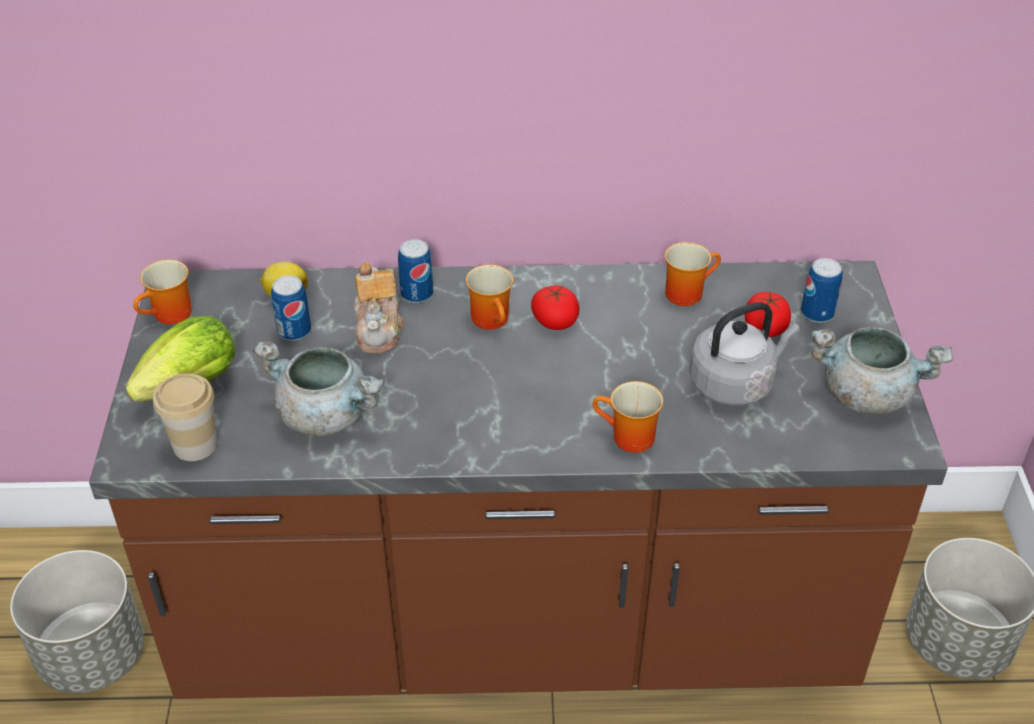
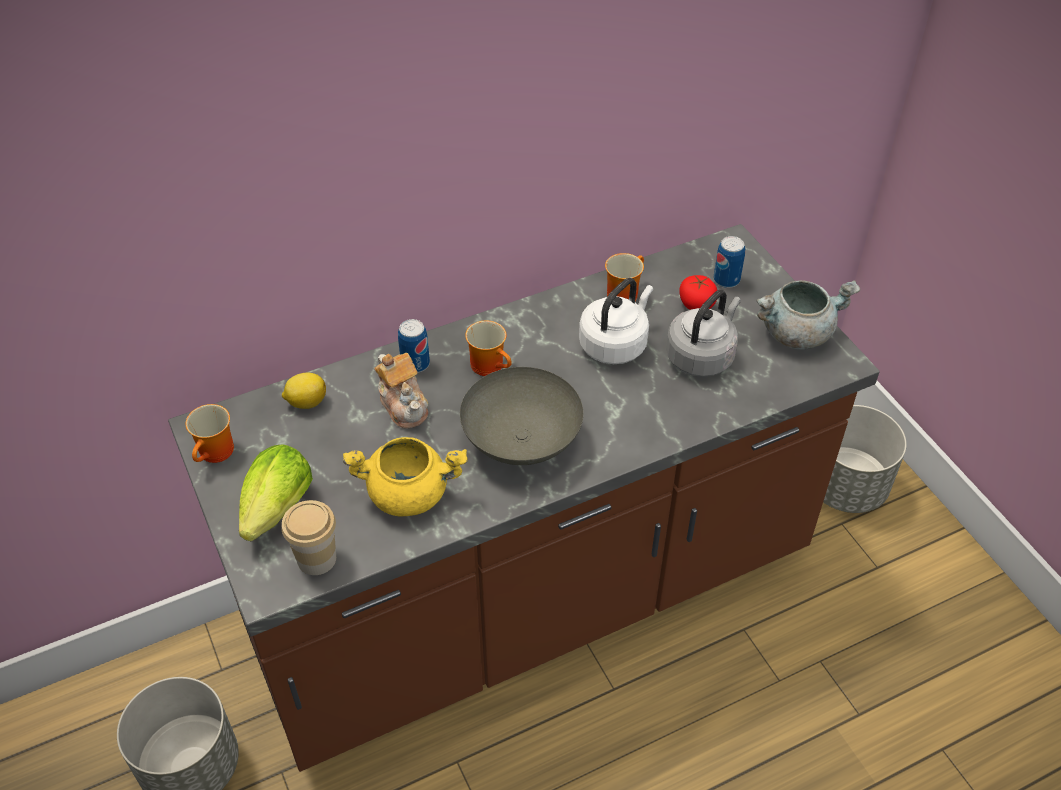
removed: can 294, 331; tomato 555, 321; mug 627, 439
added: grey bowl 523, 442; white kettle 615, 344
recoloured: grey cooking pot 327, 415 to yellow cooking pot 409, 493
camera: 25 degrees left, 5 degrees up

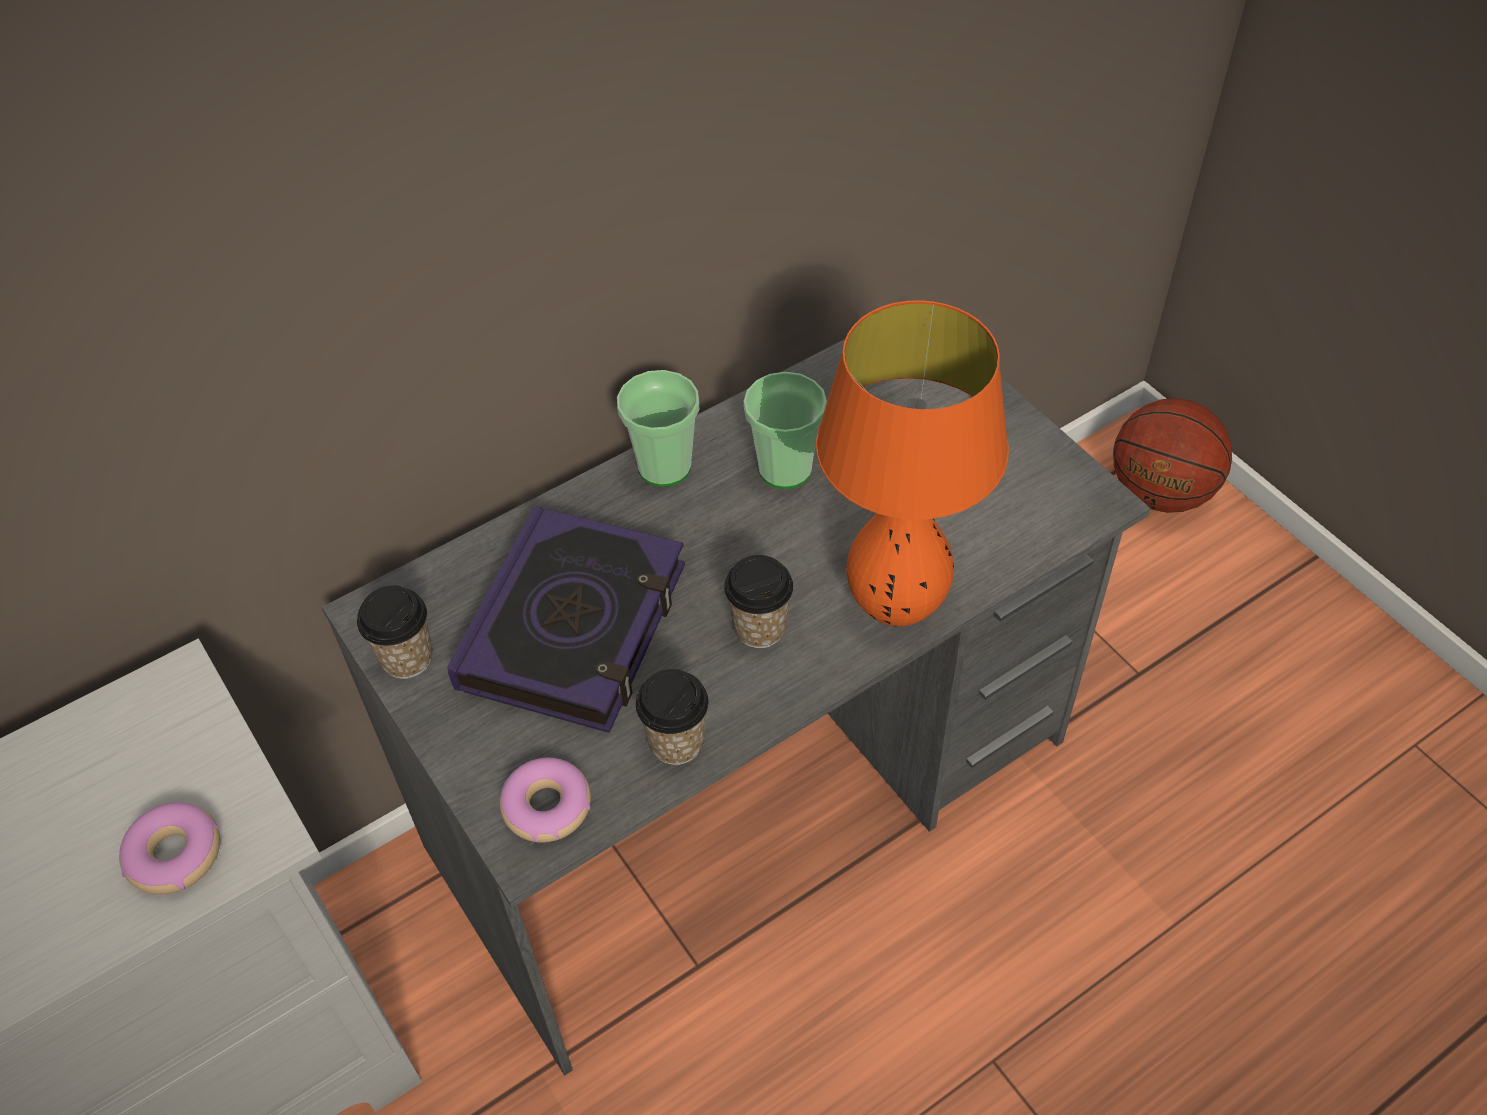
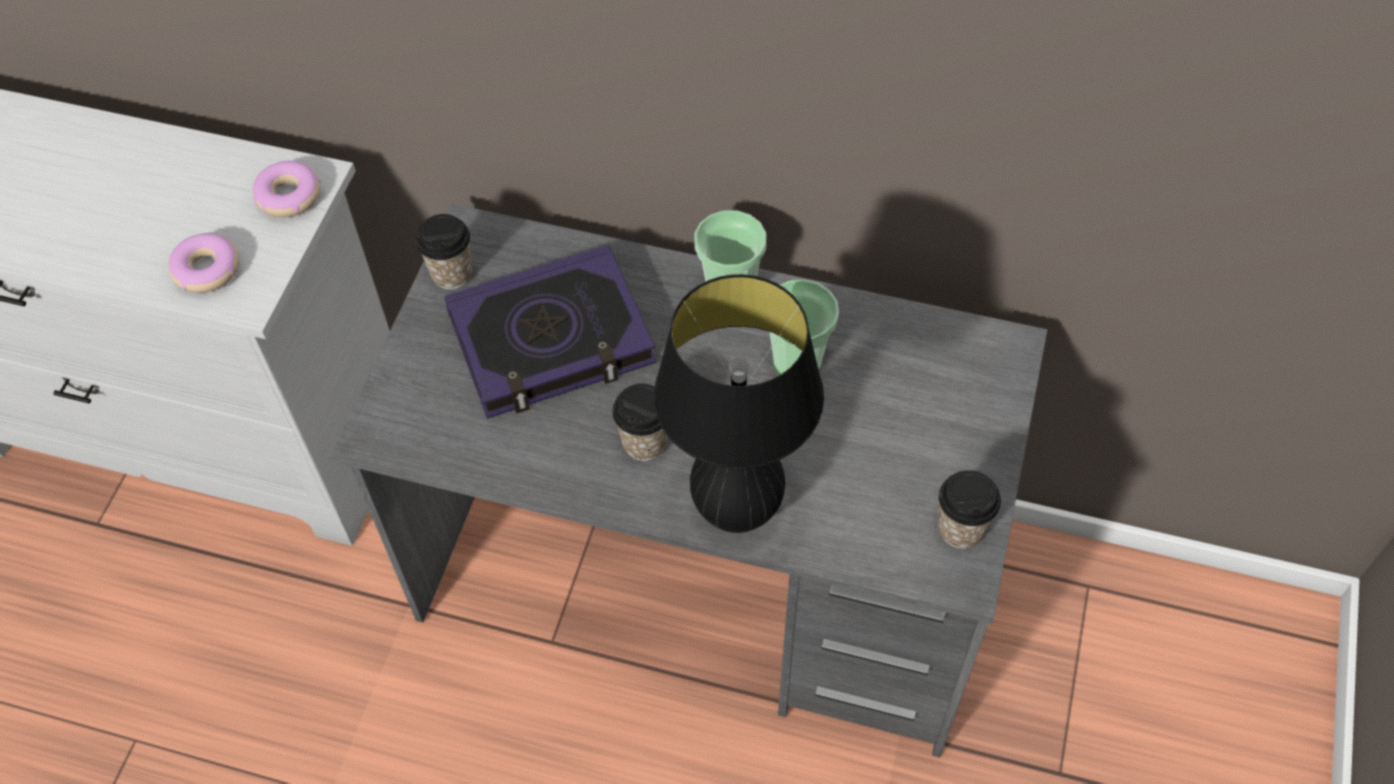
removed: basketball 1160, 492
moved: donut 547, 807 to 288, 196; cup 676, 742 to 961, 529
recoloured: orange table lamp 896, 607 to black table lamp 737, 511
camera: 50 degrees right, 5 degrees up

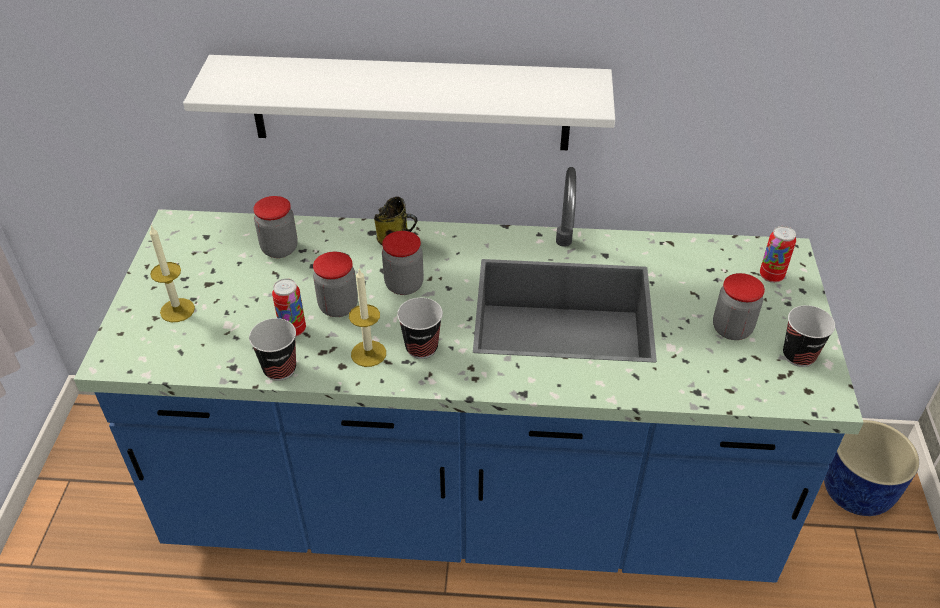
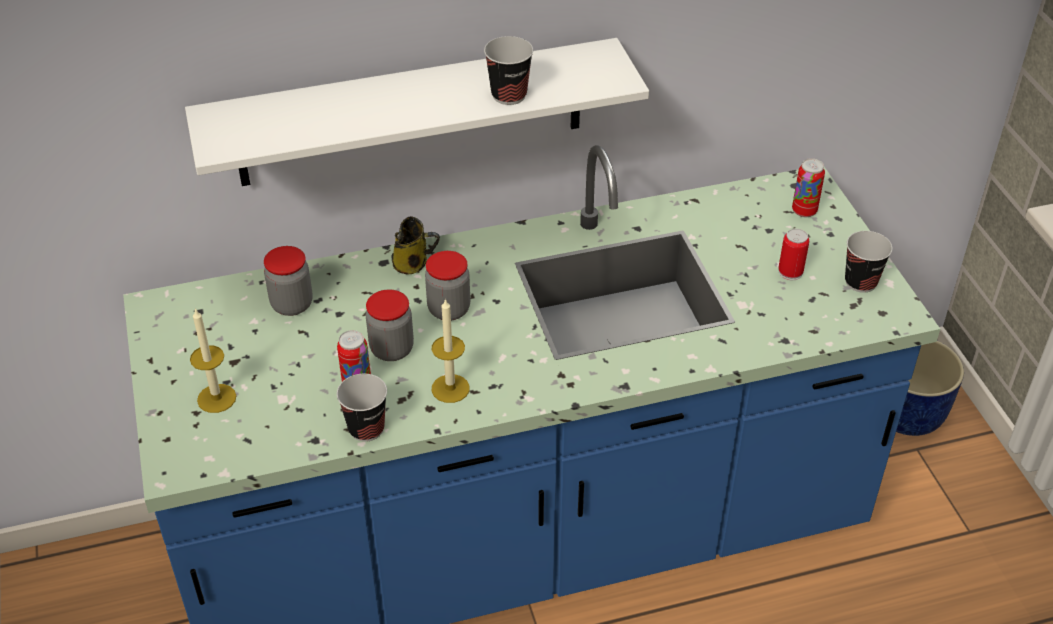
moved: cup 421, 347 to 509, 95
replaced: jar 732, 329 to can 790, 272
camera: 20 degrees left, 0 degrees up

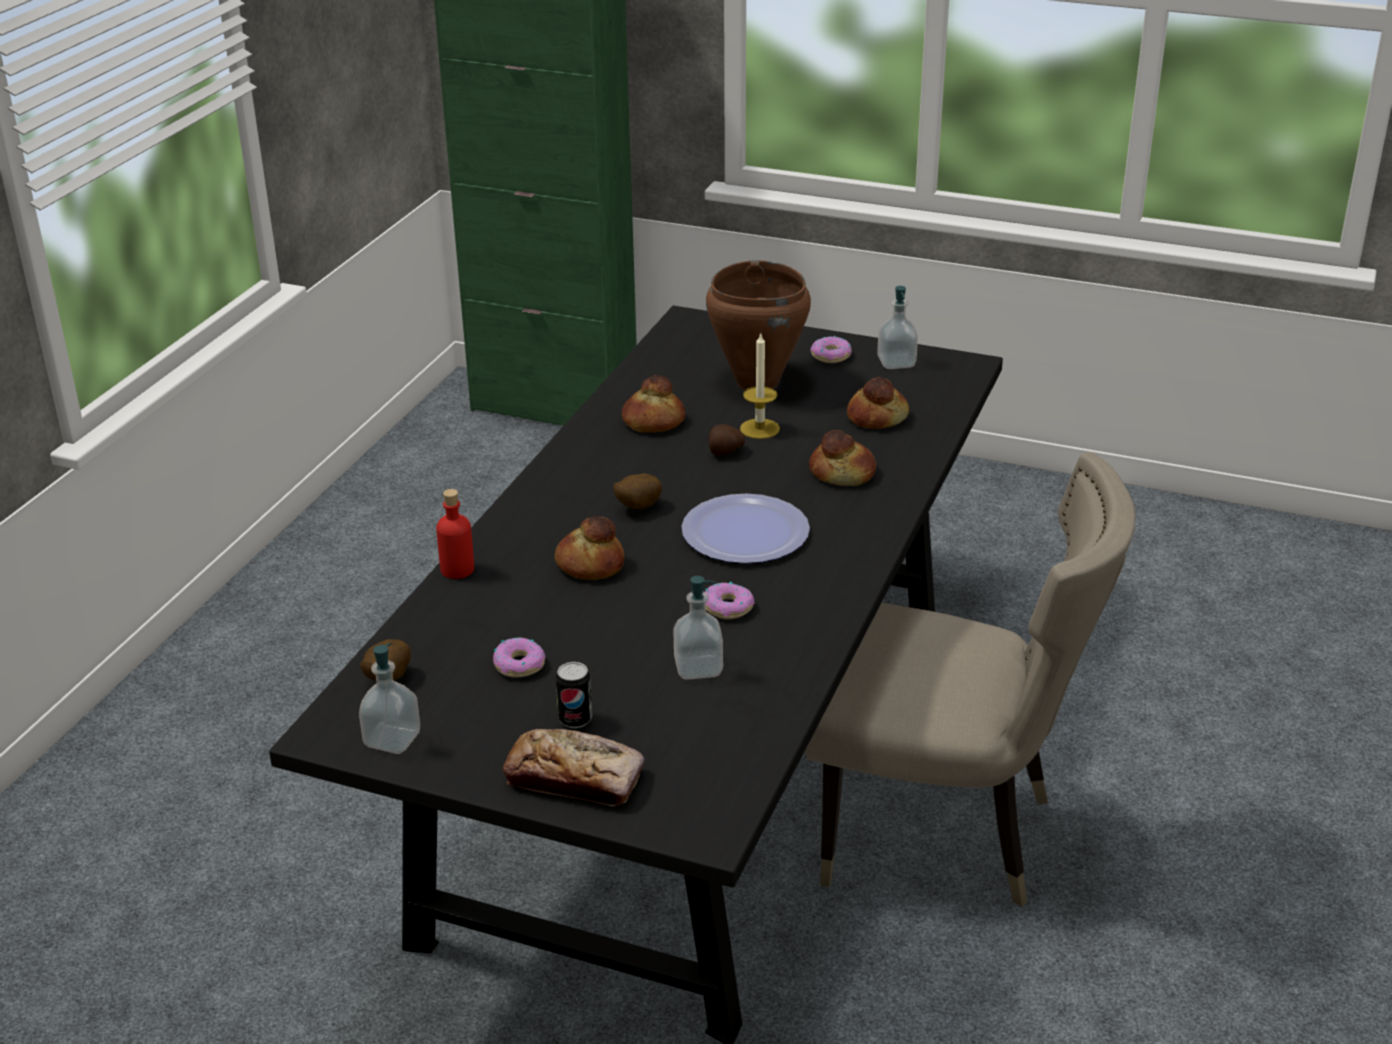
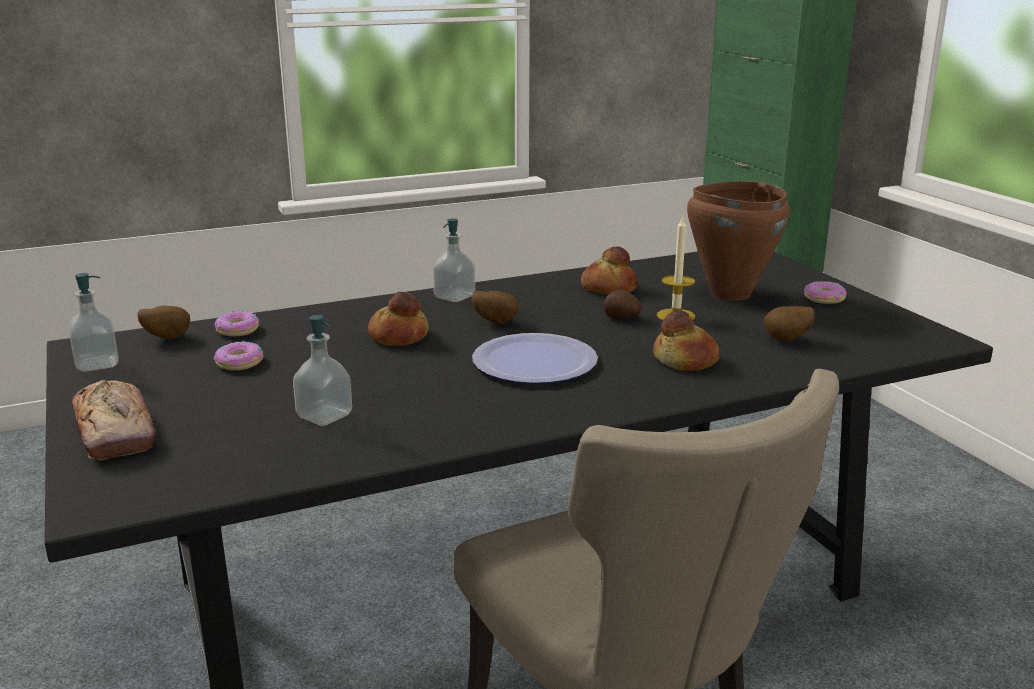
removed: red bottle 457, 569; can 575, 719
moved: donut 727, 607 to 238, 330; soap dispenser 896, 362 to 454, 297
replaced: bread 876, 417 to potato 787, 341
camera: 45 degrees right, 10 degrees down

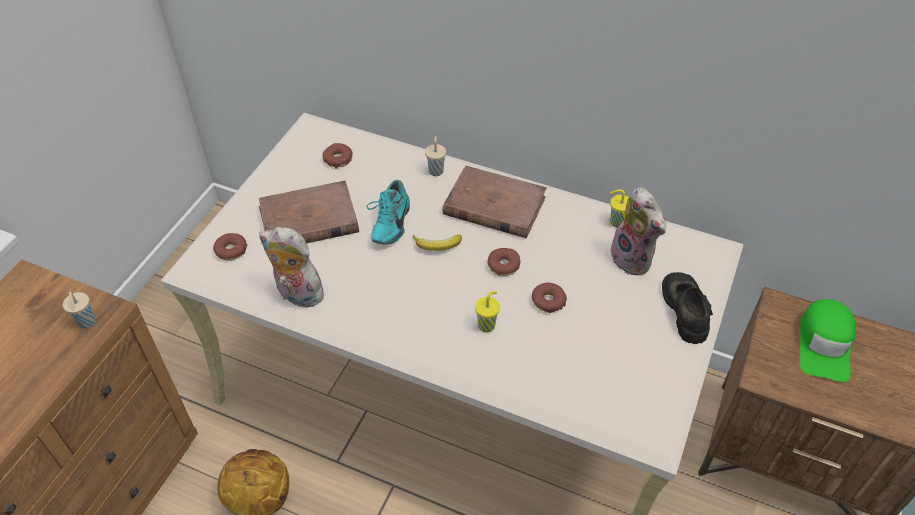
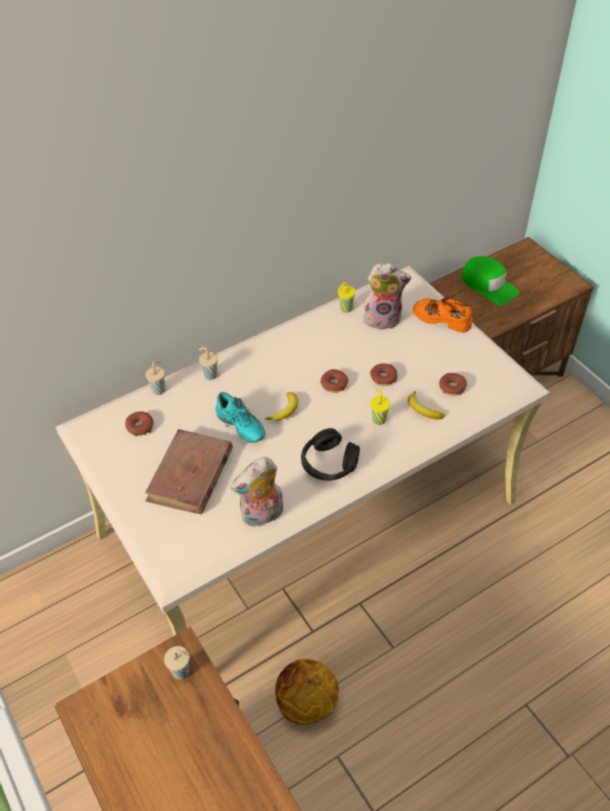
removed: brown book 493, 206
added: beige cup 159, 389; black headphones 328, 463; banana 423, 410
moved: donut 231, 250 to 452, 387
recoloured: black shoe 686, 310 to orange shoe 442, 318
camera: 55 degrees left, 0 degrees up

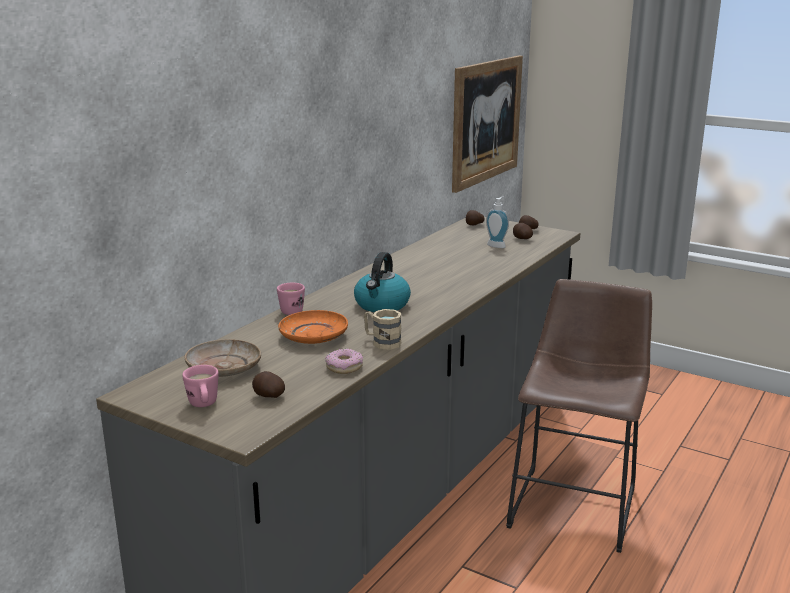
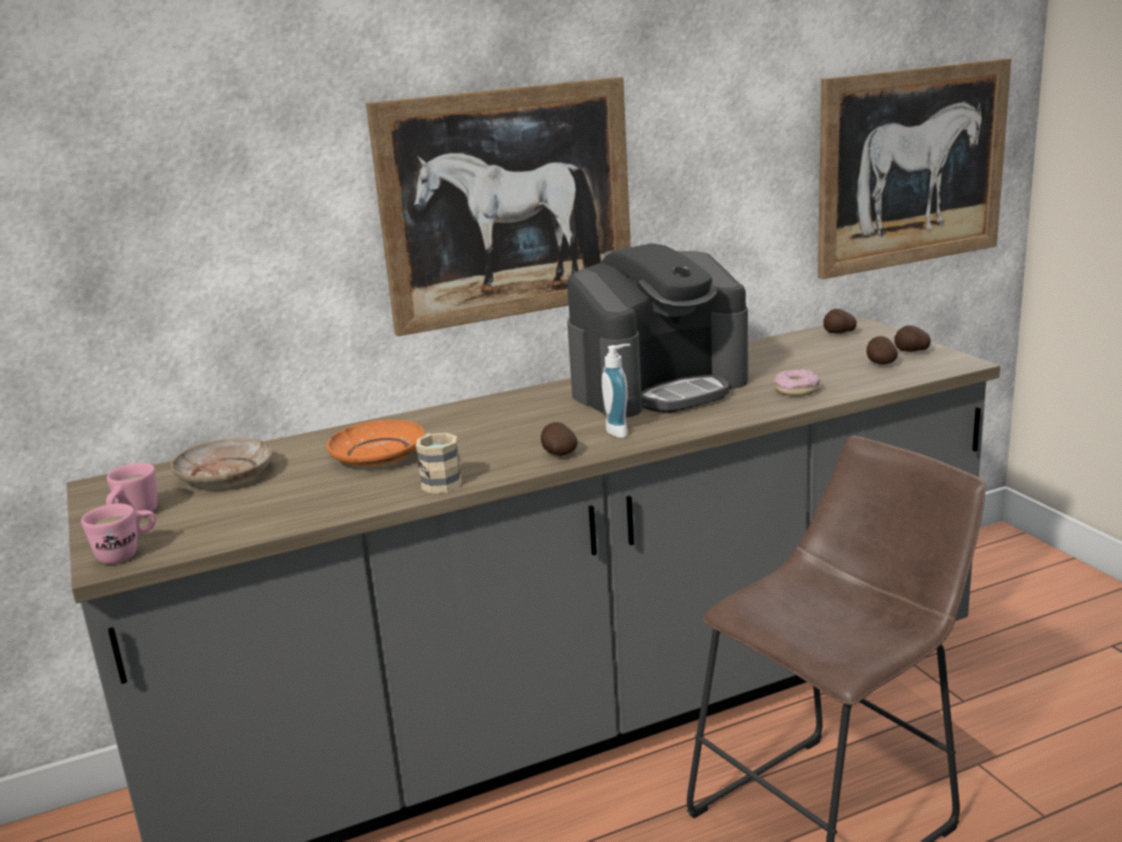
removed: kettle 382, 305
added: picture 507, 204; coffee machine 659, 387
moved: pink mug 294, 310 to 127, 553; potato 268, 396 to 558, 454; soap dispenser 497, 245 to 620, 431; donut 344, 367 to 796, 390
camera: 35 degrees right, 0 degrees up

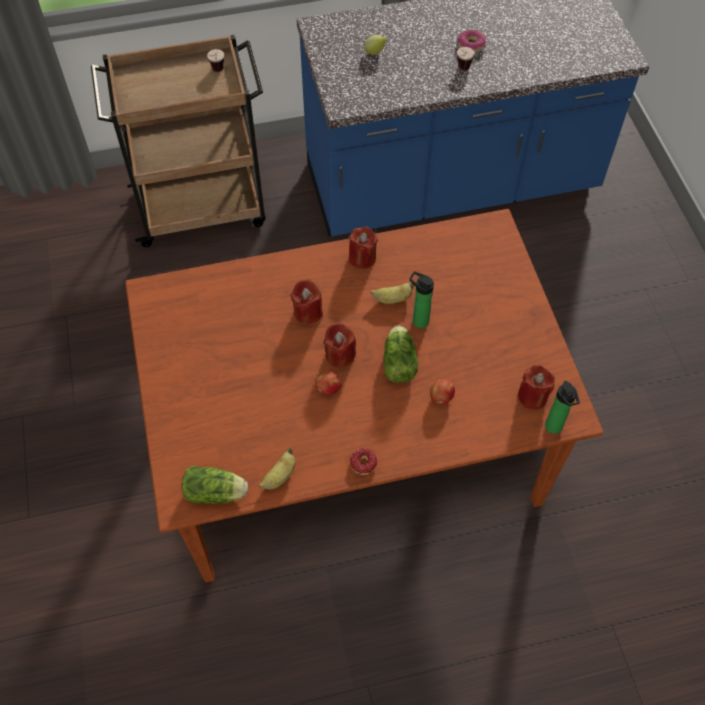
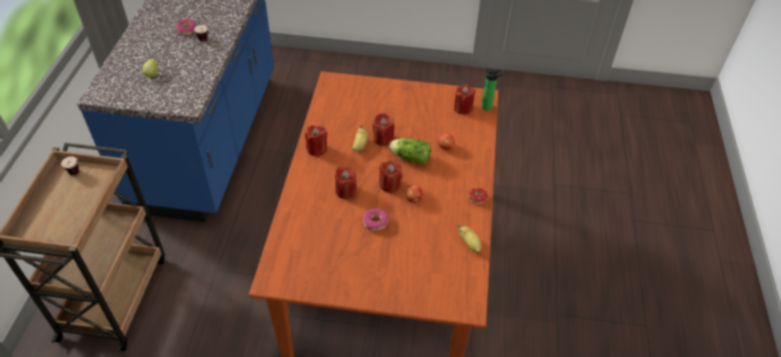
removed: lettuce 217, 493
added: donut 375, 222
replaced: bottle 418, 320 to red candle 383, 138
camera: 70 degrees left, 10 degrees down

